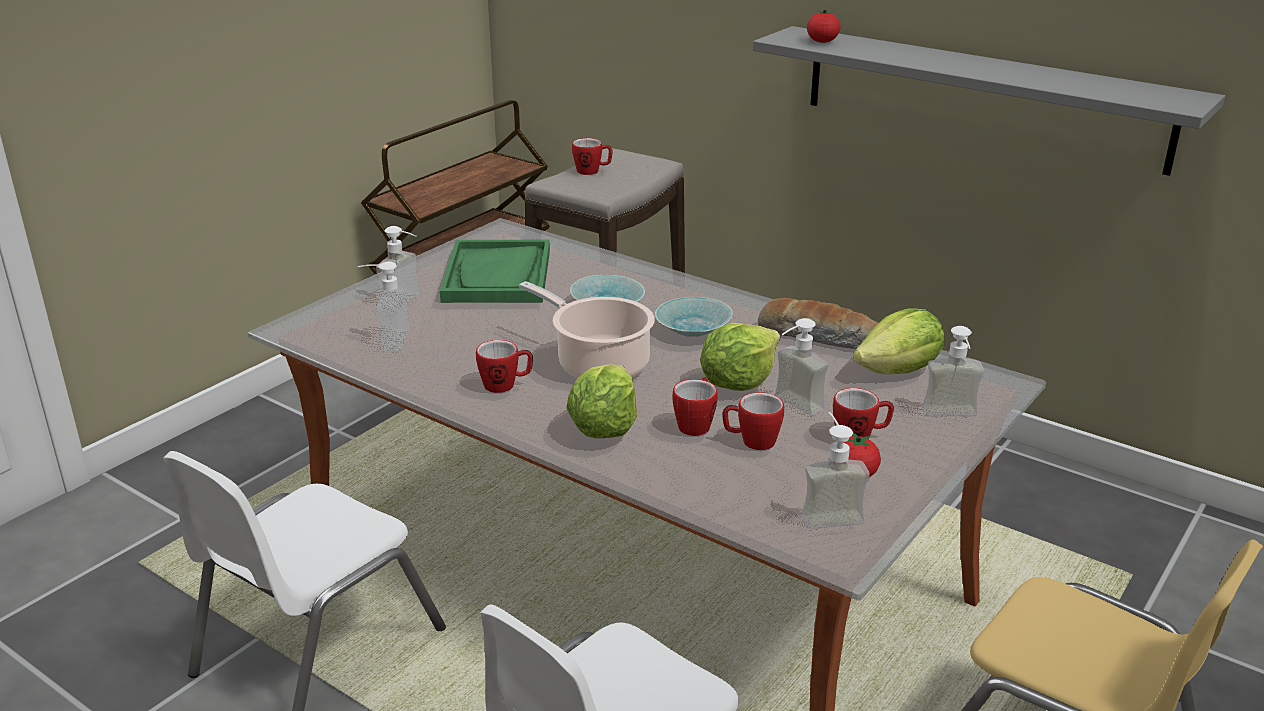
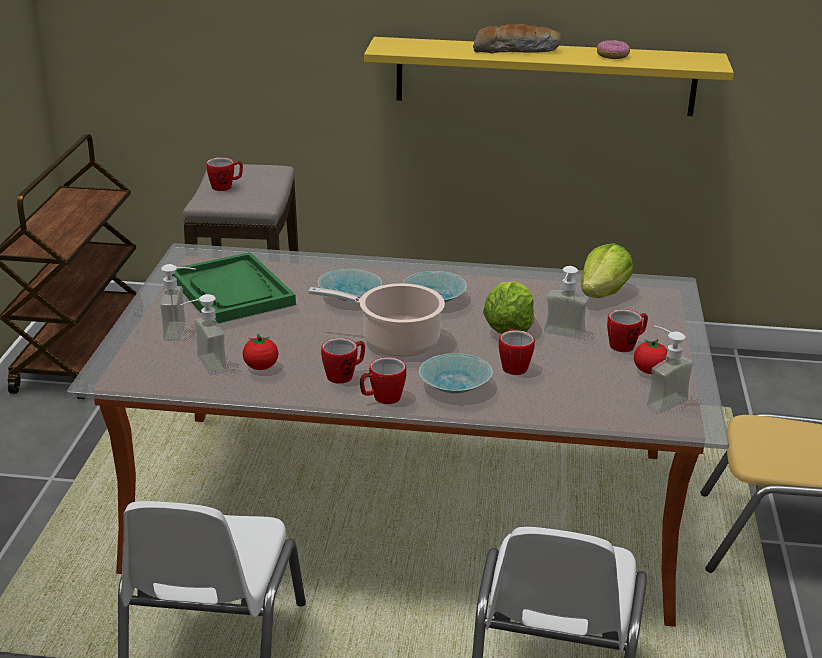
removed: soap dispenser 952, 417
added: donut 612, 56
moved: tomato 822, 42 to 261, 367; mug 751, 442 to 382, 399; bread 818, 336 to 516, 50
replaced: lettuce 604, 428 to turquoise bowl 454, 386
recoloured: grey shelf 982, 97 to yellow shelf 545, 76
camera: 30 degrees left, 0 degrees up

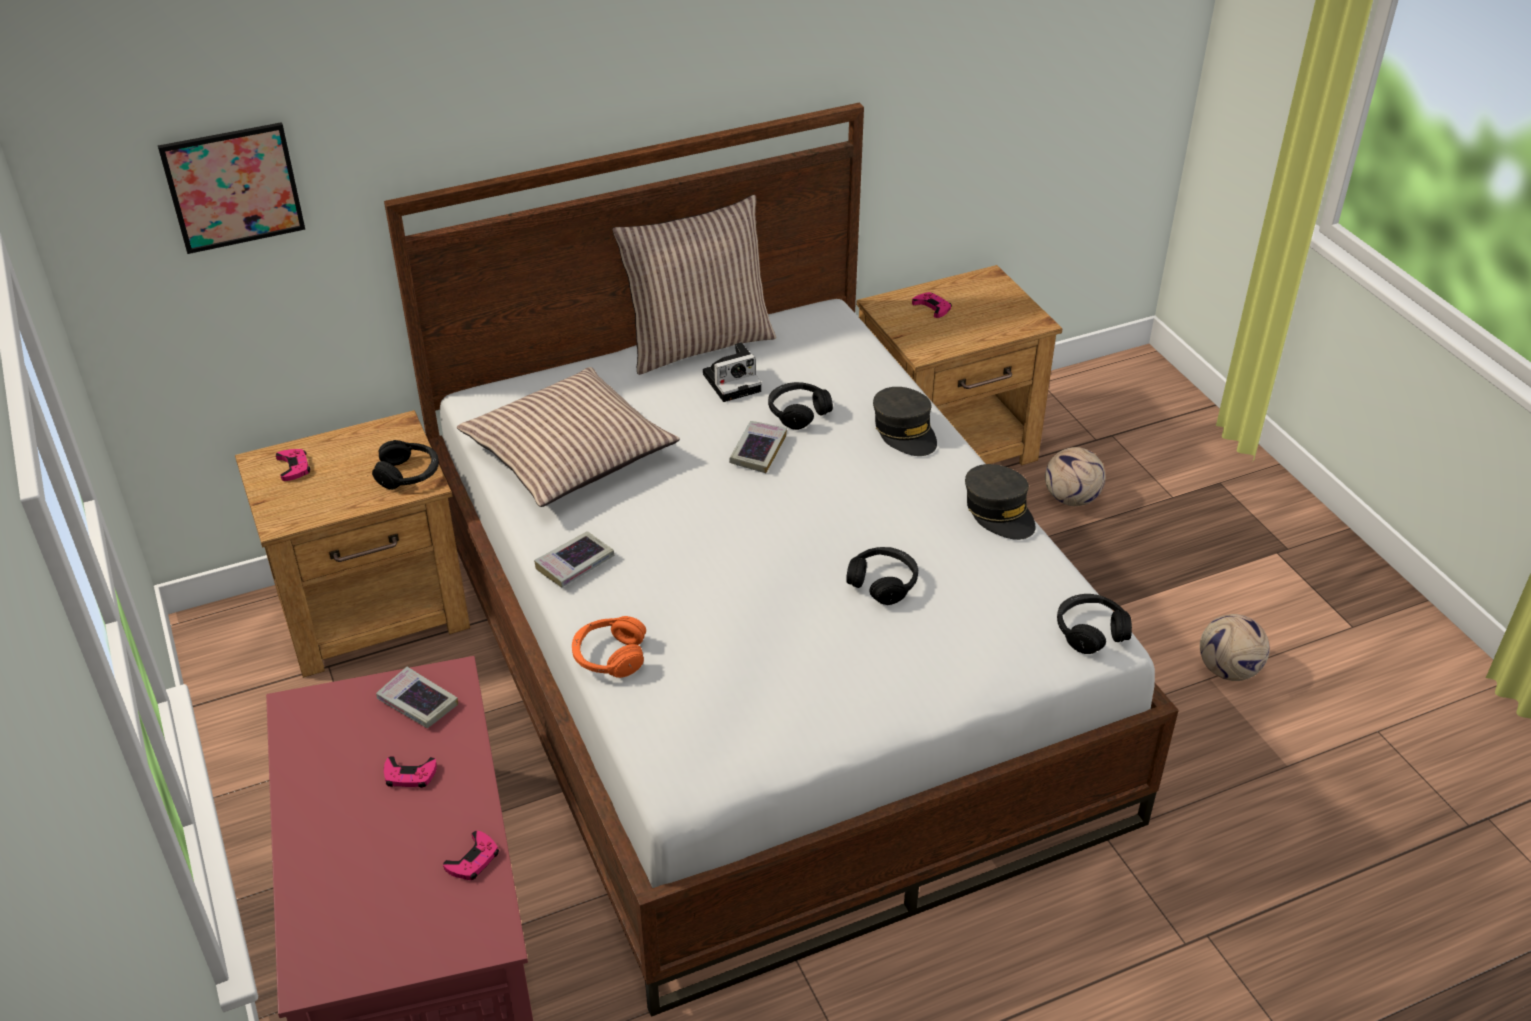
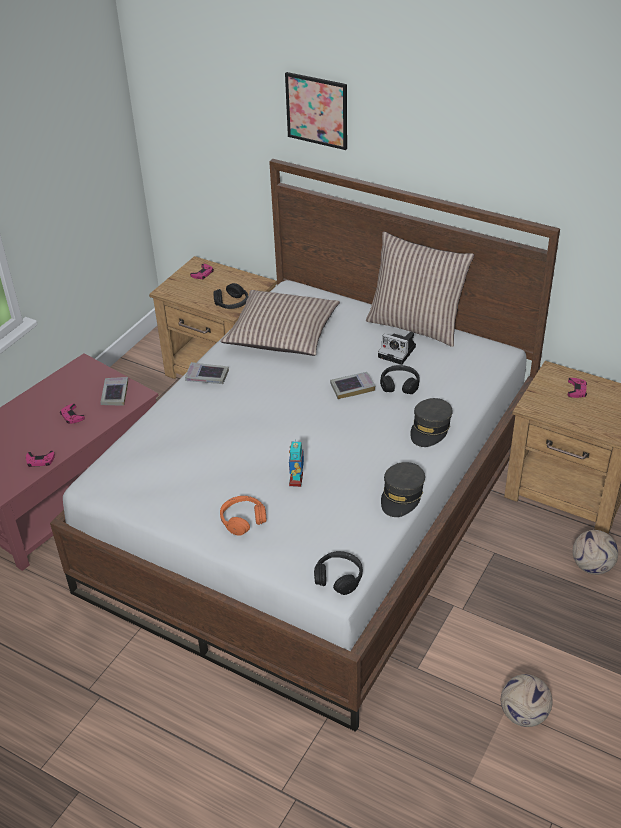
moved: orange headphones 609, 656 to 243, 520; picture 233, 187 to 317, 110
replaced: black headphones 883, 582 to toy robot 296, 480
camera: 55 degrees right, 0 degrees up

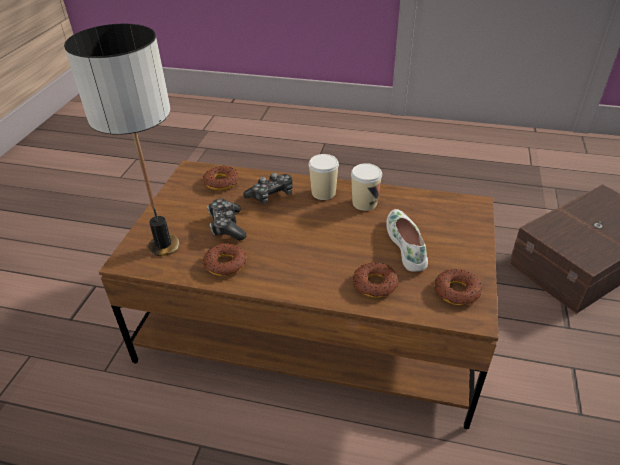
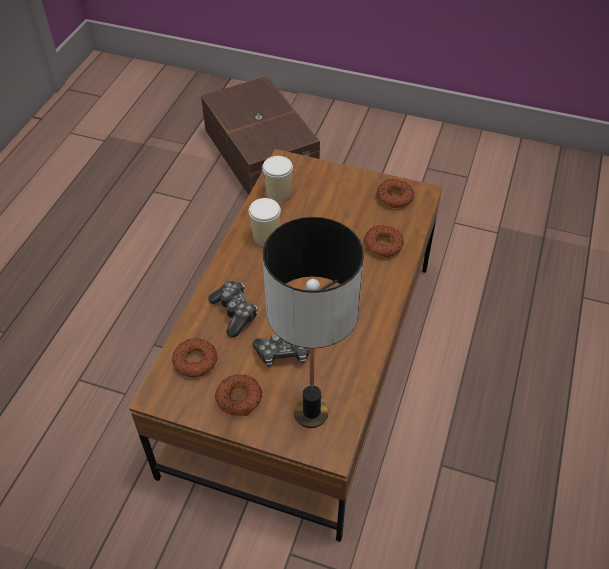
removed: white shoe 407, 244
moved: donut 225, 264 to 239, 398; cup 323, 193 to 278, 193
camera: 85 degrees left, 10 degrees up

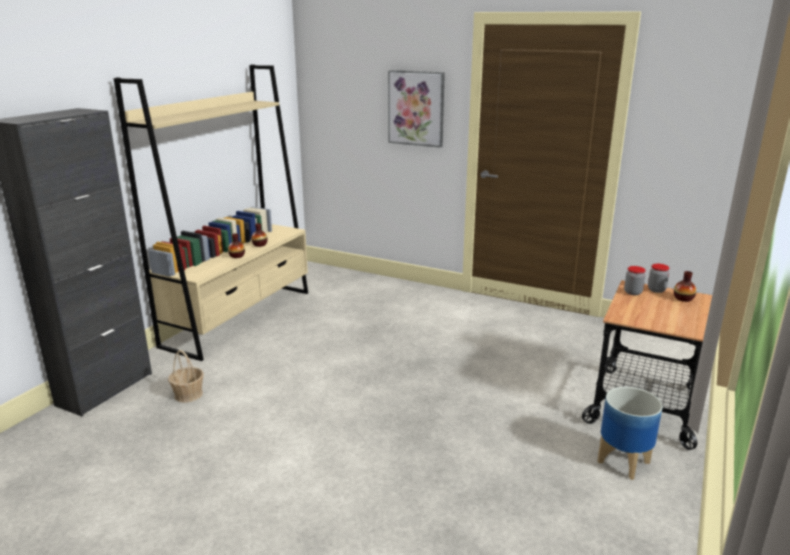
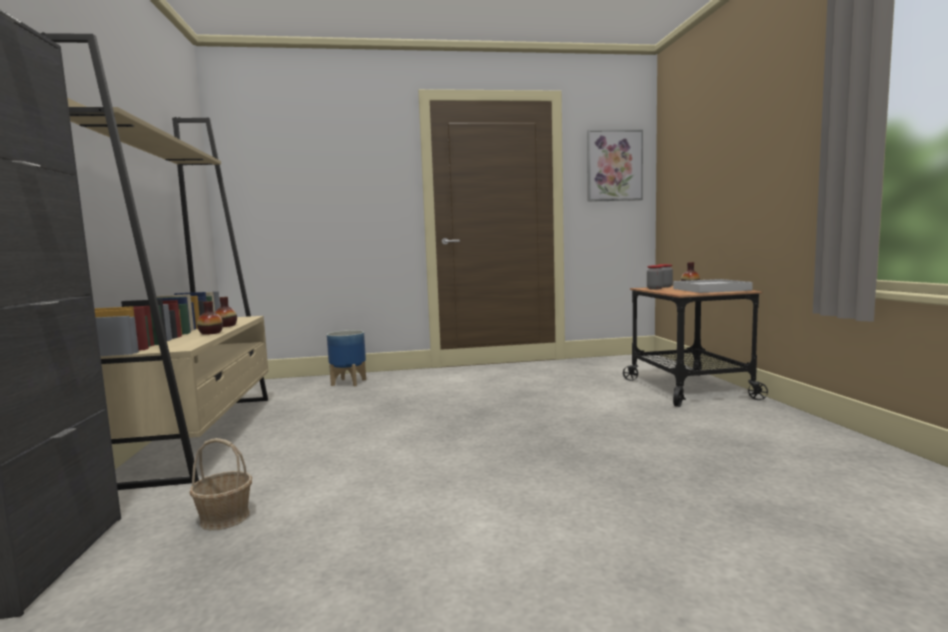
added: white tray 710, 289
moved: planter 622, 462 to 348, 382; picture 416, 108 to 614, 166
camera: 35 degrees left, 15 degrees down

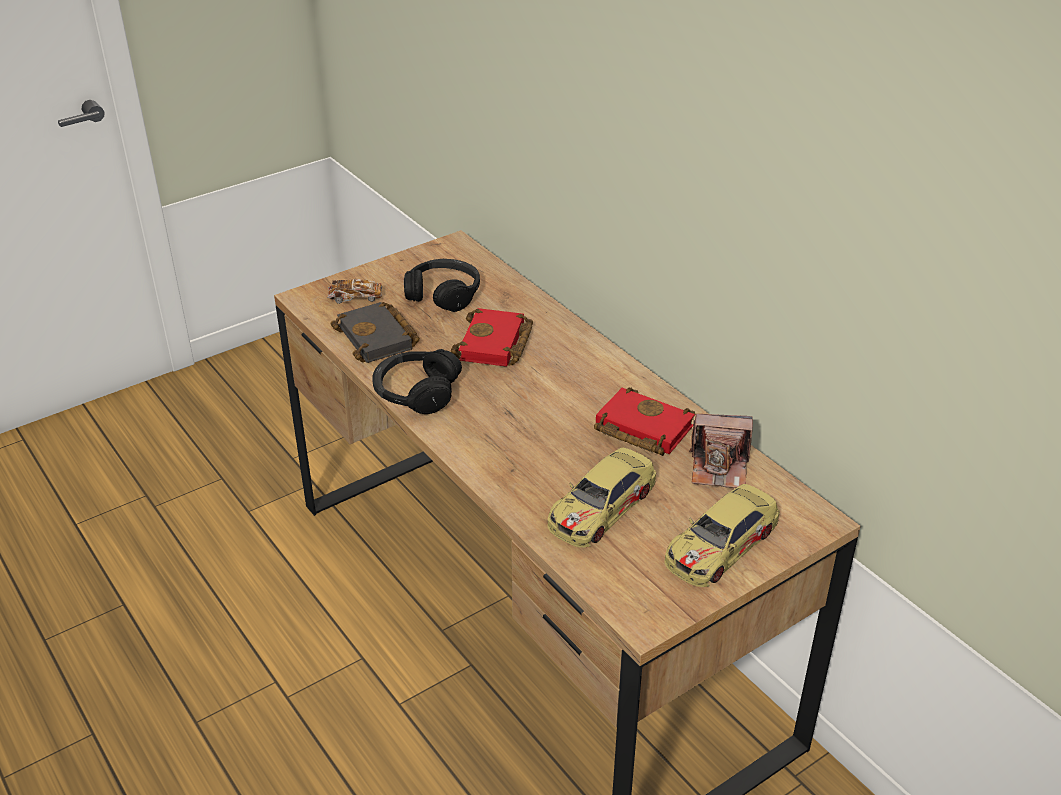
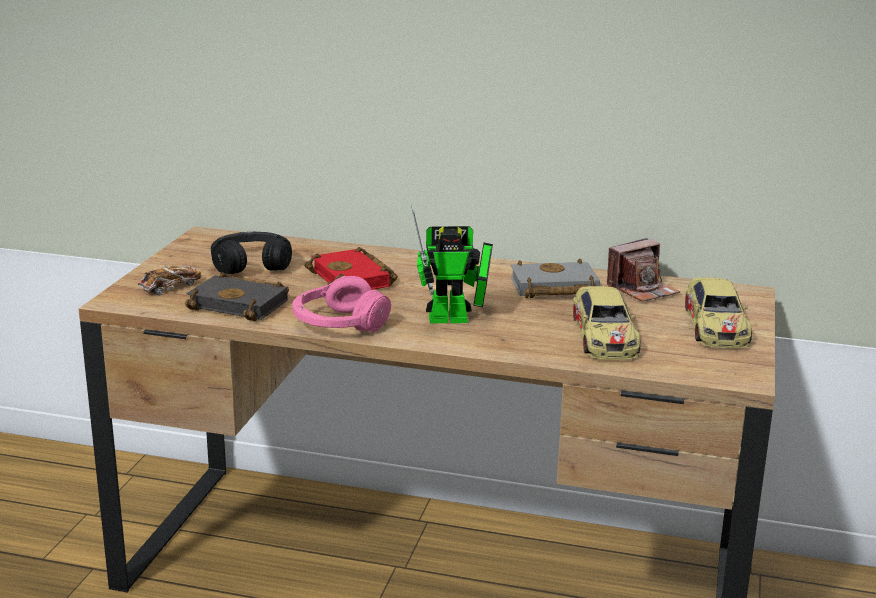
added: toy robot 455, 319
recoloured: black headphones 416, 392 to pink headphones 338, 324; red book 640, 429 to grey book 552, 288
camera: 40 degrees left, 15 degrees down

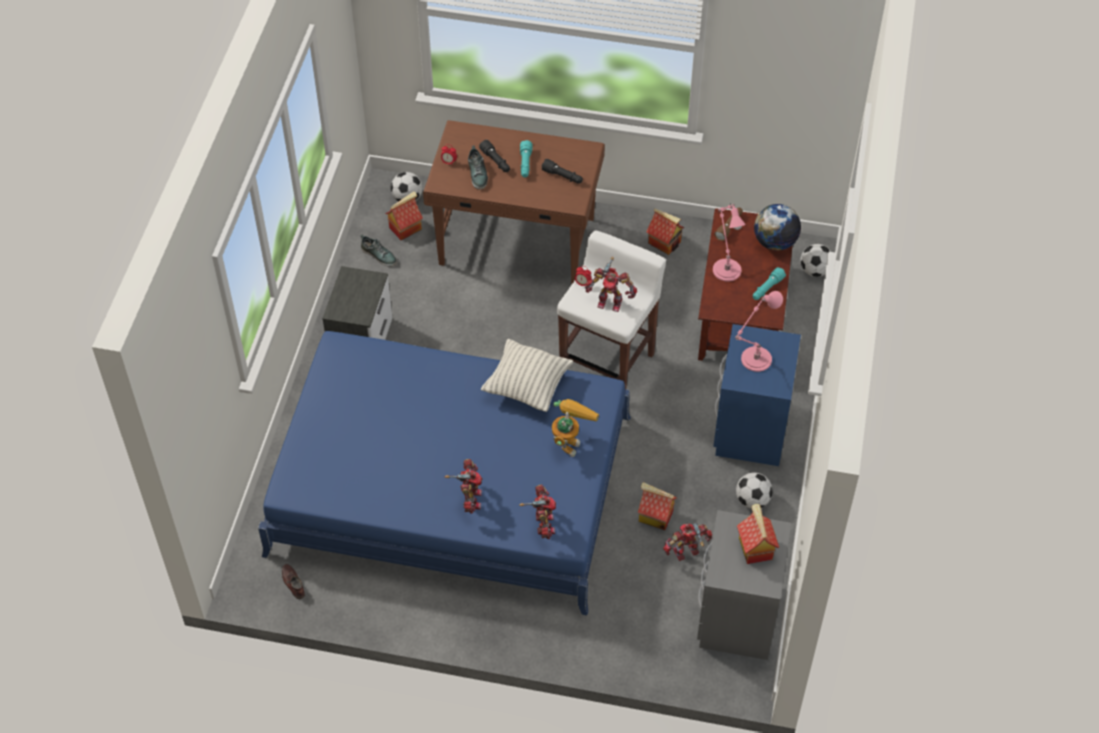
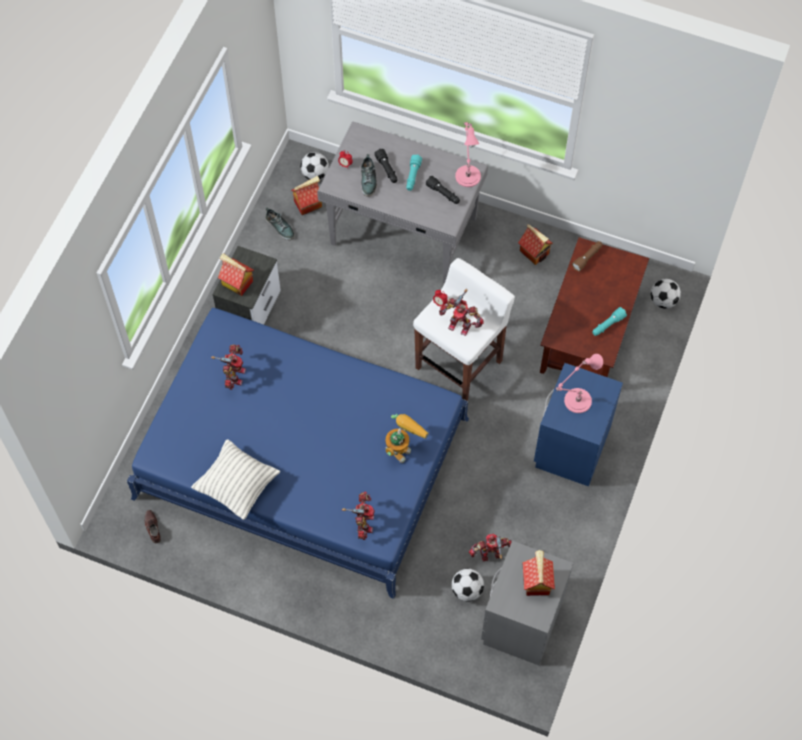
removed: globe 774, 242
moved: pillow 527, 387 to 237, 486; toy robot 470, 499 to 234, 375; toy house 655, 516 to 236, 283; football 752, 500 to 467, 590; pink table lamp 726, 268 to 467, 174
recoloured: brown desk 517, 243 to grey desk 404, 233
camera: 10 degrees right, 10 degrees up

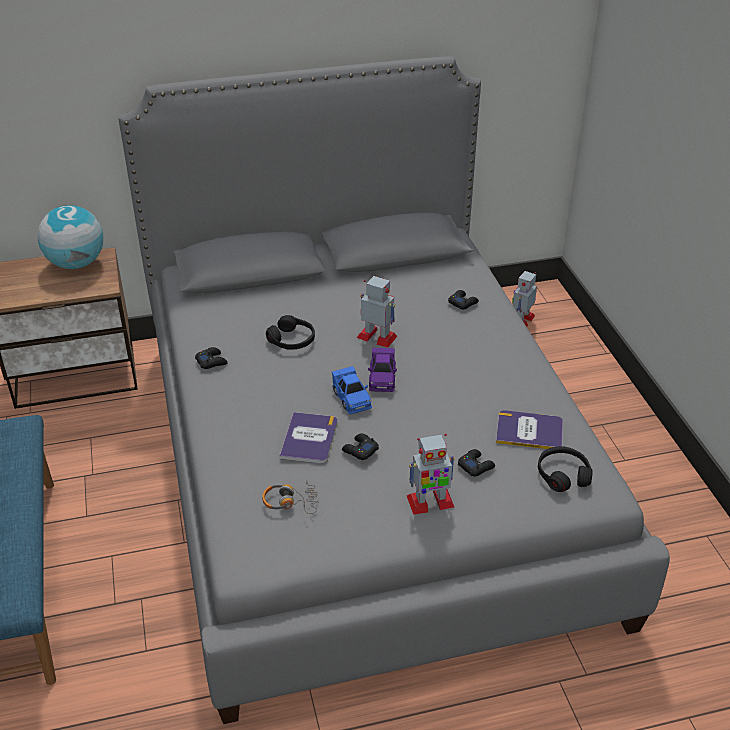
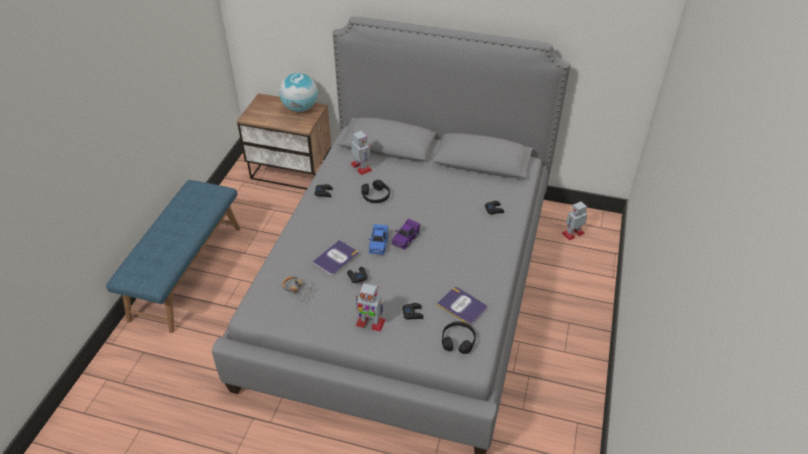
moved: toy robot 377, 337 to 361, 167
camera: 30 degrees right, 5 degrees up

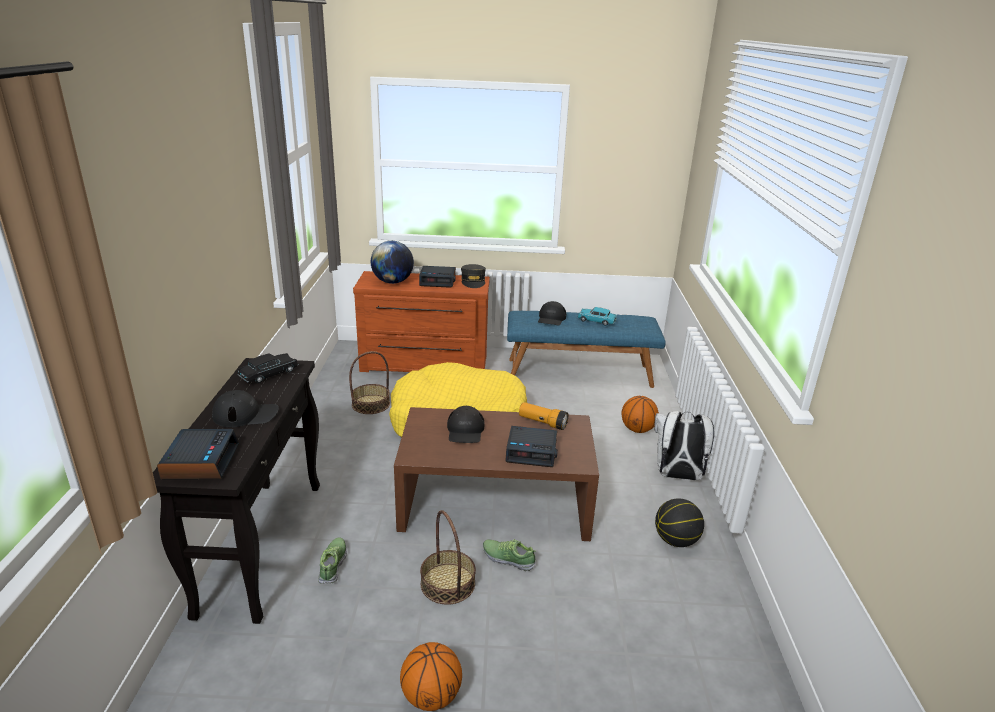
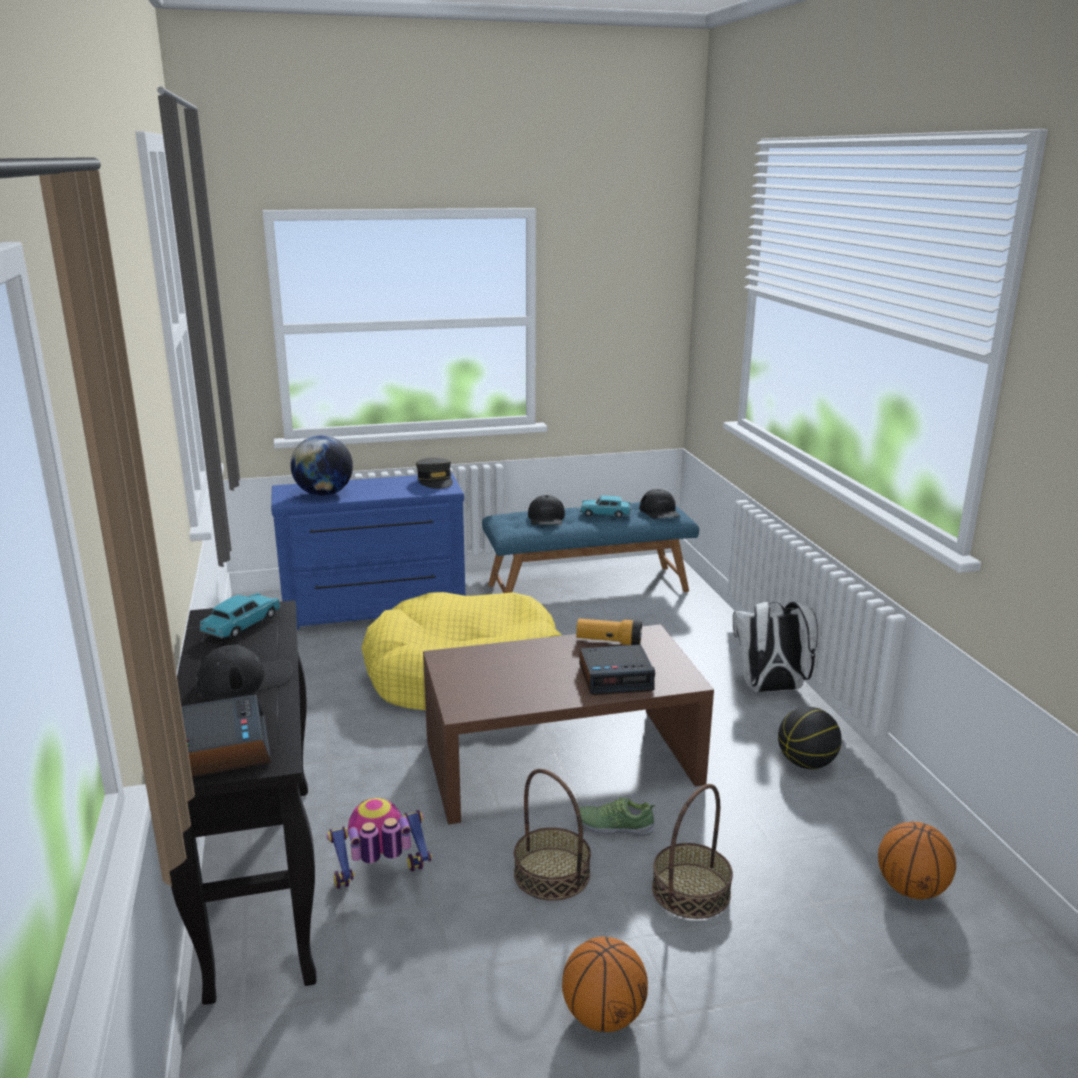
removed: alarm clock 438, 281
moved: black cap 465, 431 to 660, 511; basket 371, 404 to 690, 890; basketball 637, 429 to 911, 889
replaced: shoe 333, 565 to toy robot 381, 885
recoloured: black toy car 269, 374 to turquoise toy car 242, 625; brown dresser 424, 365 to blue dresser 375, 609
camera: 15 degrees left, 5 degrees down

